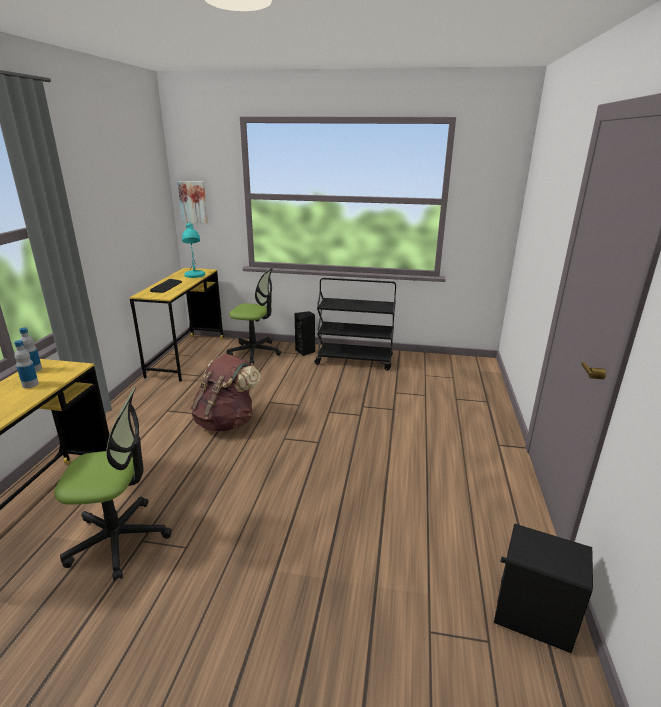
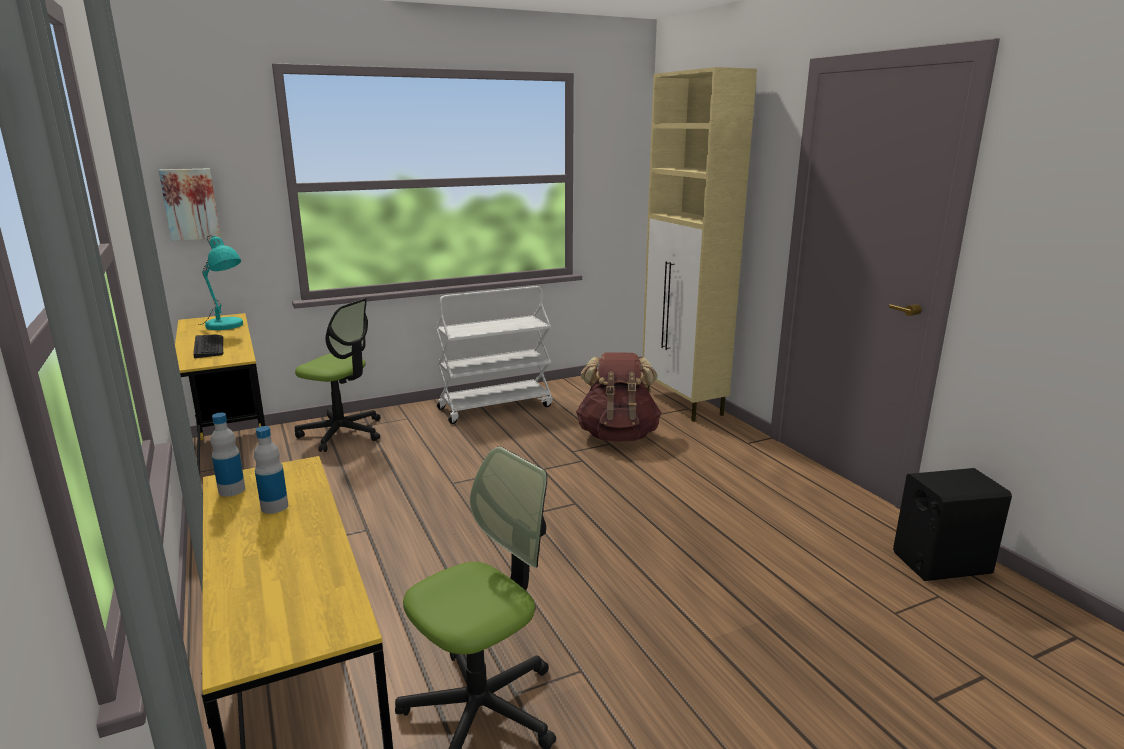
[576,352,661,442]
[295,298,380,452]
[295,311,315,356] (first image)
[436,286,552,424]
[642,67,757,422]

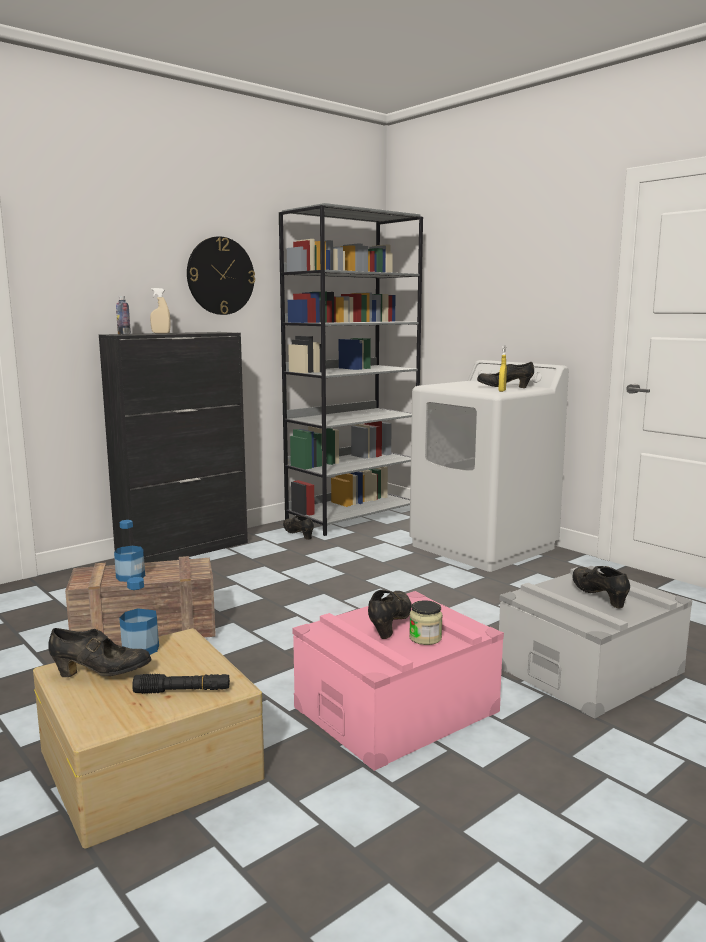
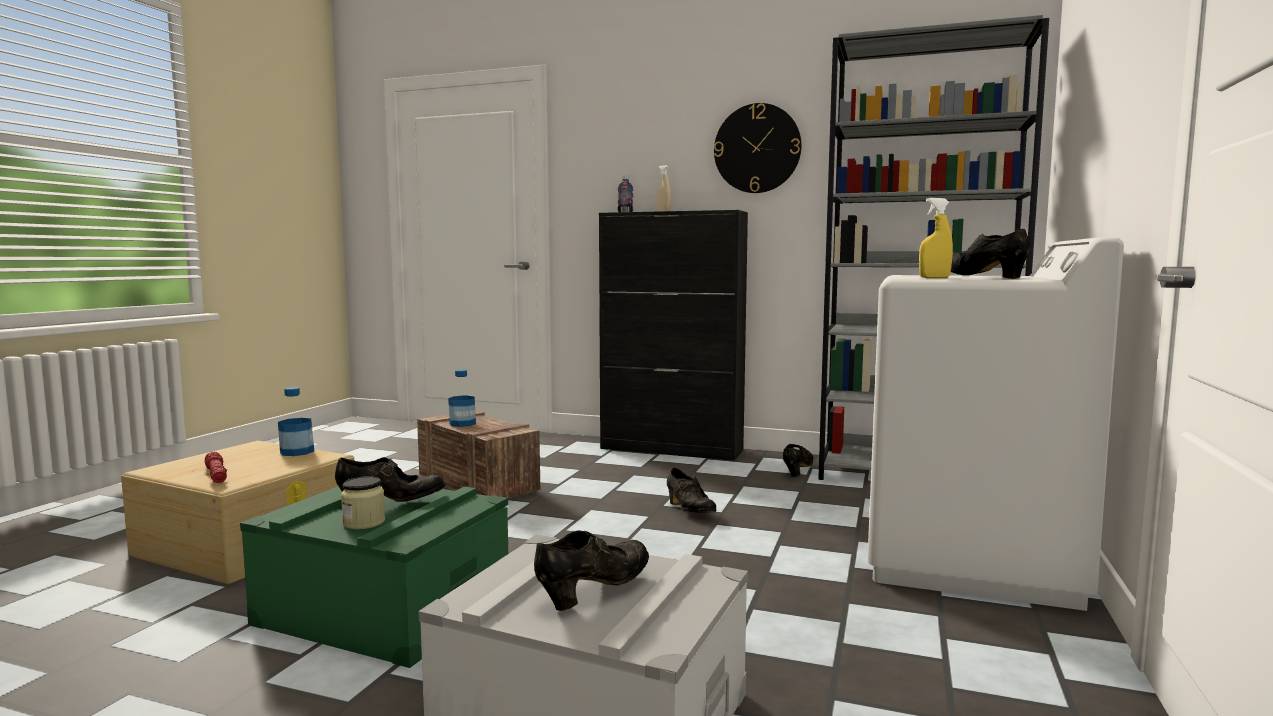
[667,468,716,513]
[204,452,227,483]
[240,486,508,668]

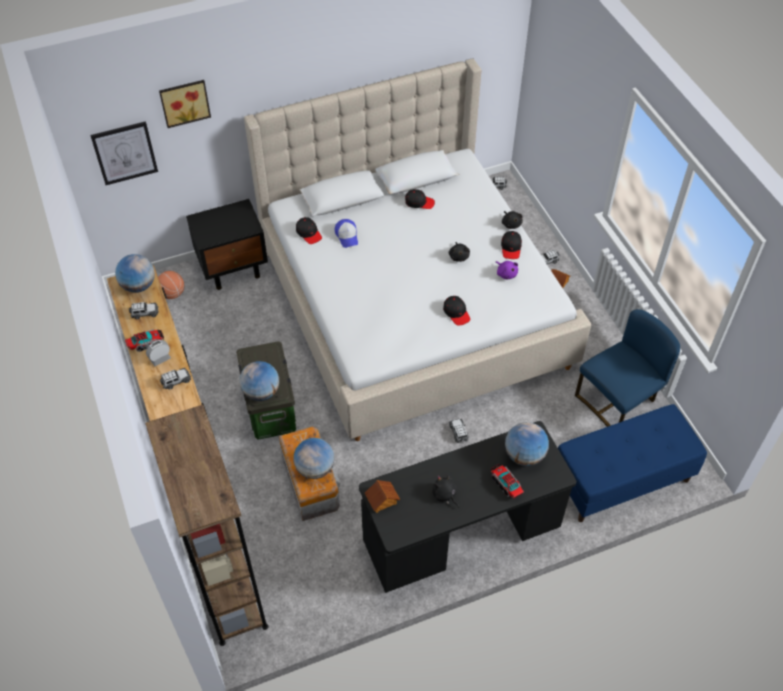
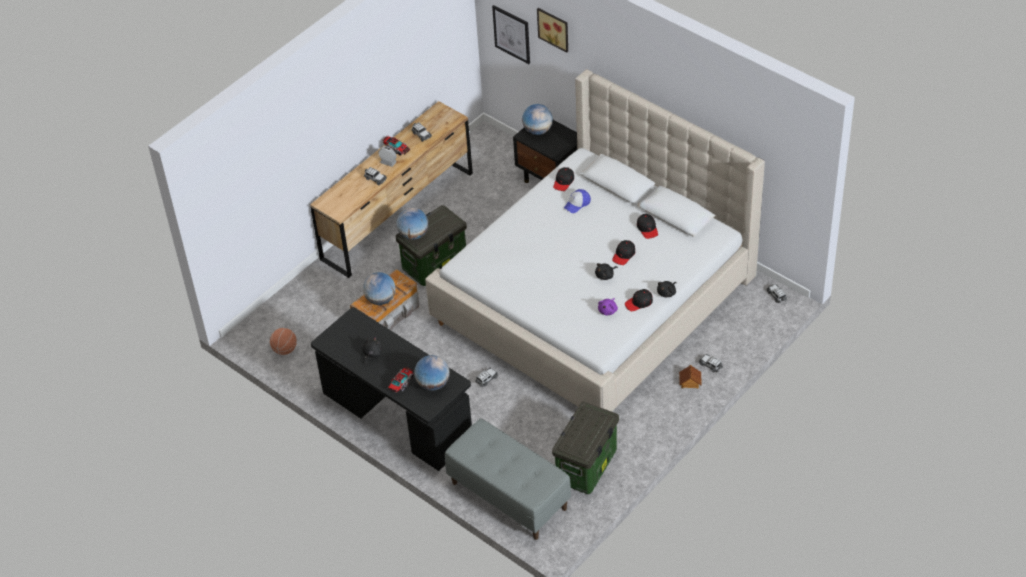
[522,104,553,135]
[145,405,268,646] (first image)
[270,328,297,355]
[365,480,400,513] (first image)
[612,240,635,265]
[445,419,571,540]
[552,402,619,494]

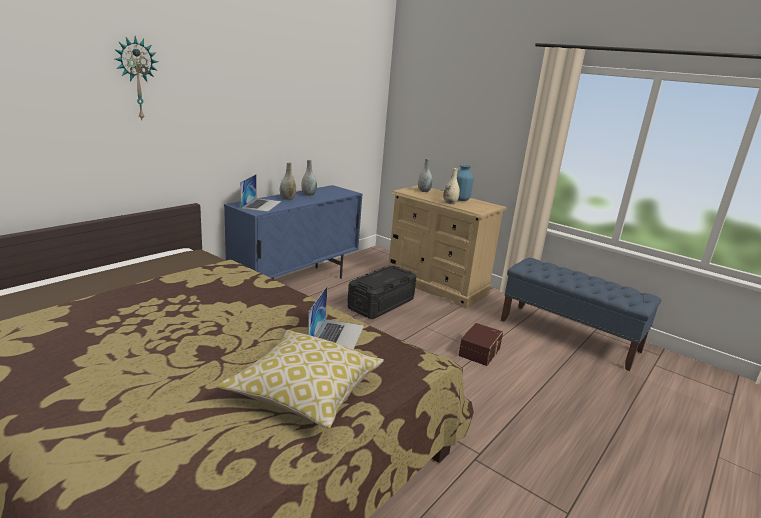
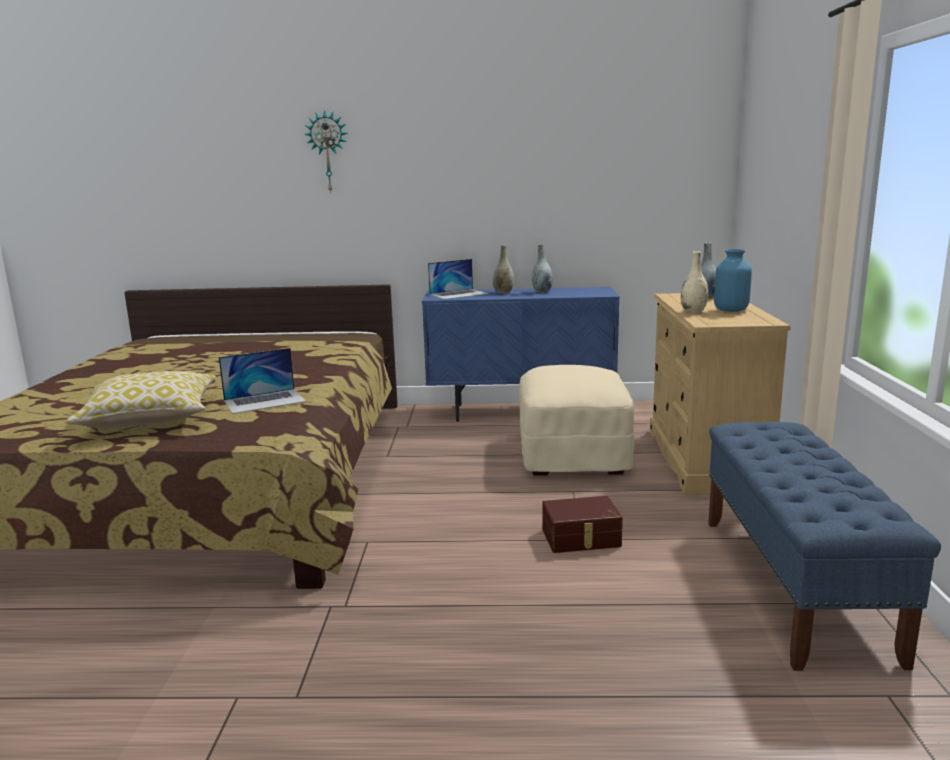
[519,365,635,476]

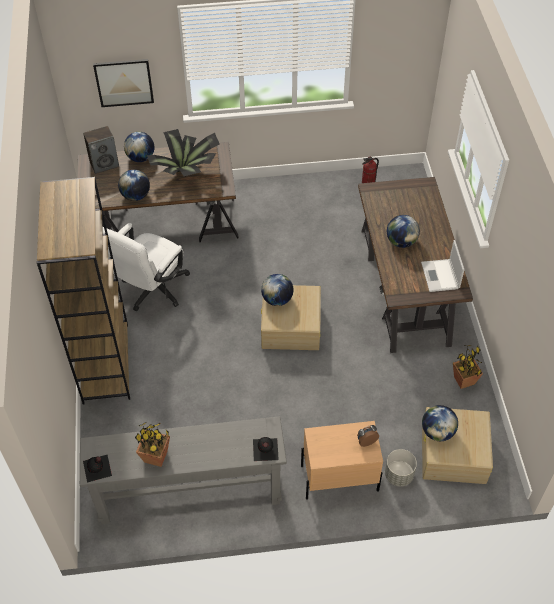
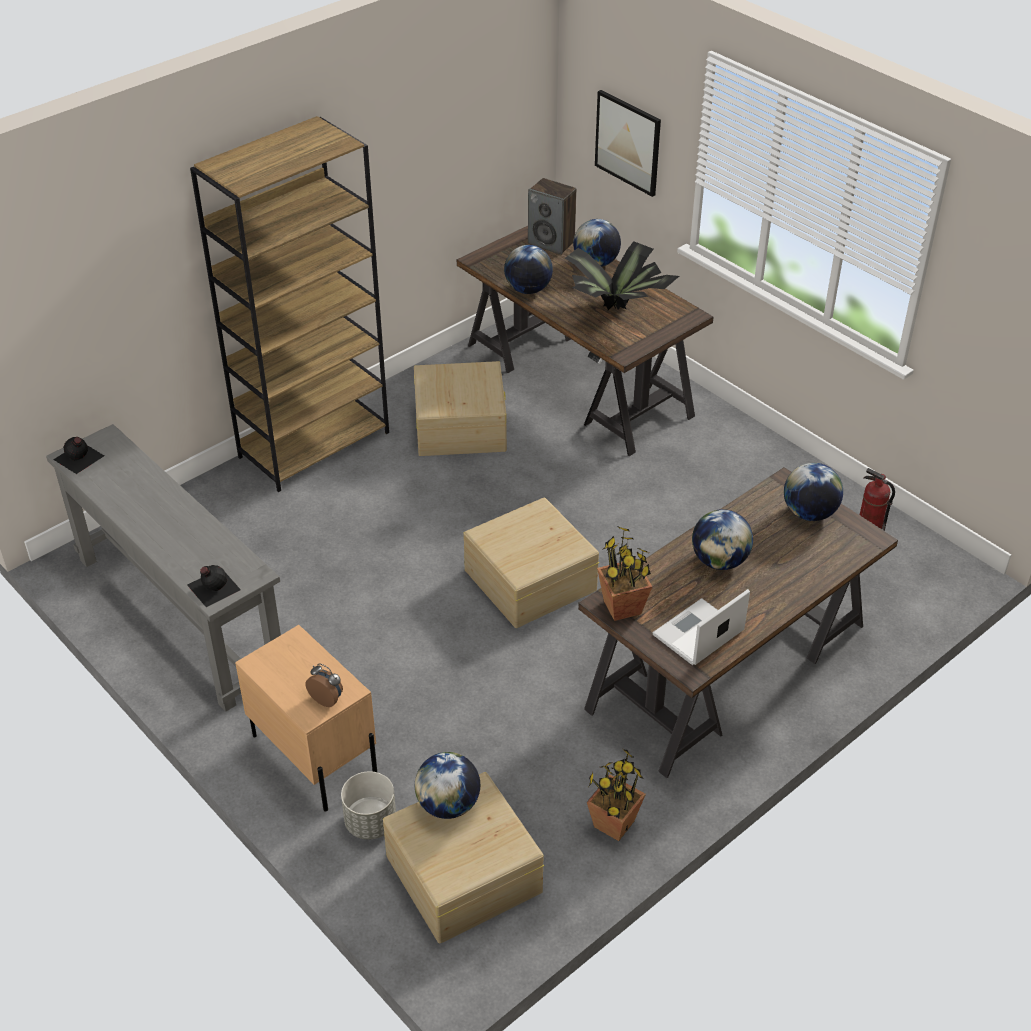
[414,361,507,456]
[597,526,652,621]
[784,463,843,521]

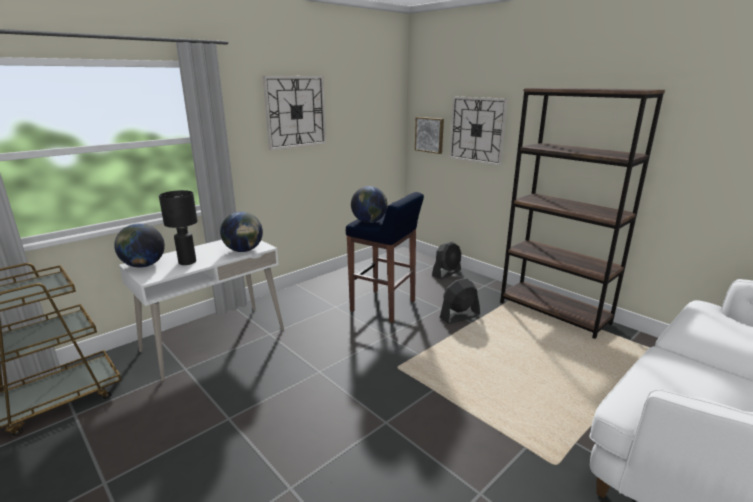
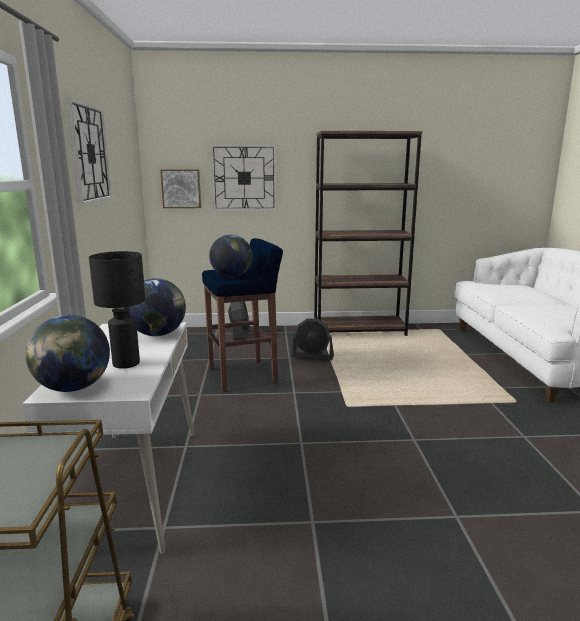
[291,318,334,361]

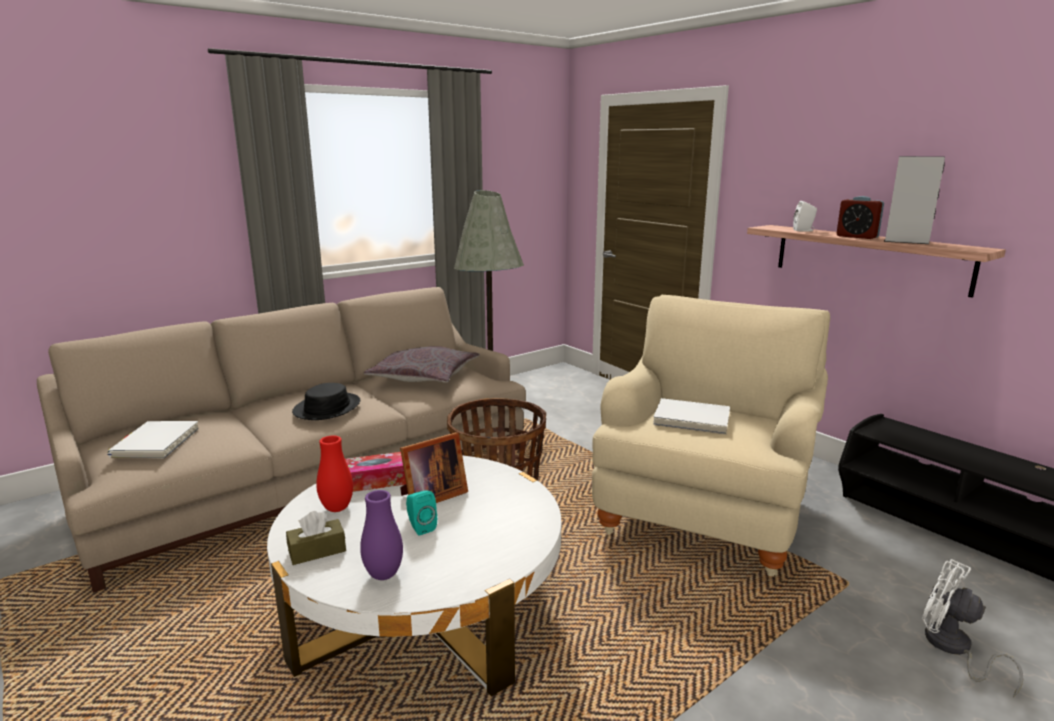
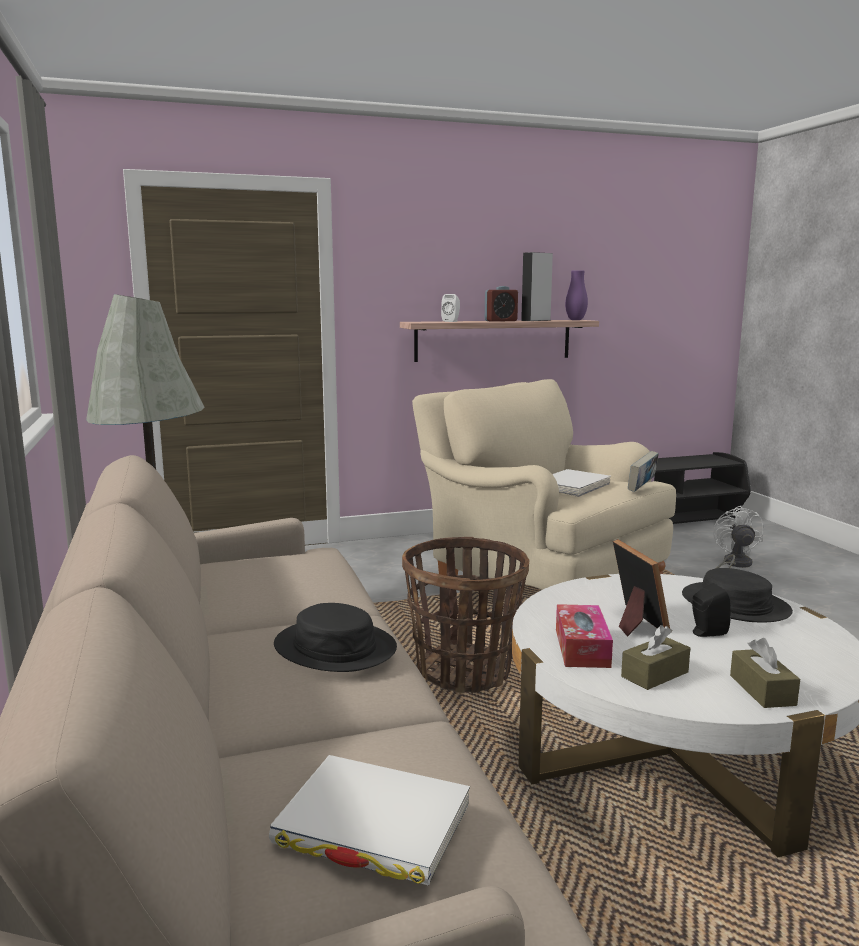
[621,625,690,690]
[565,270,588,320]
[364,346,480,383] (first image)
[692,583,731,637]
[713,506,764,569]
[628,451,659,492]
[682,568,793,622]

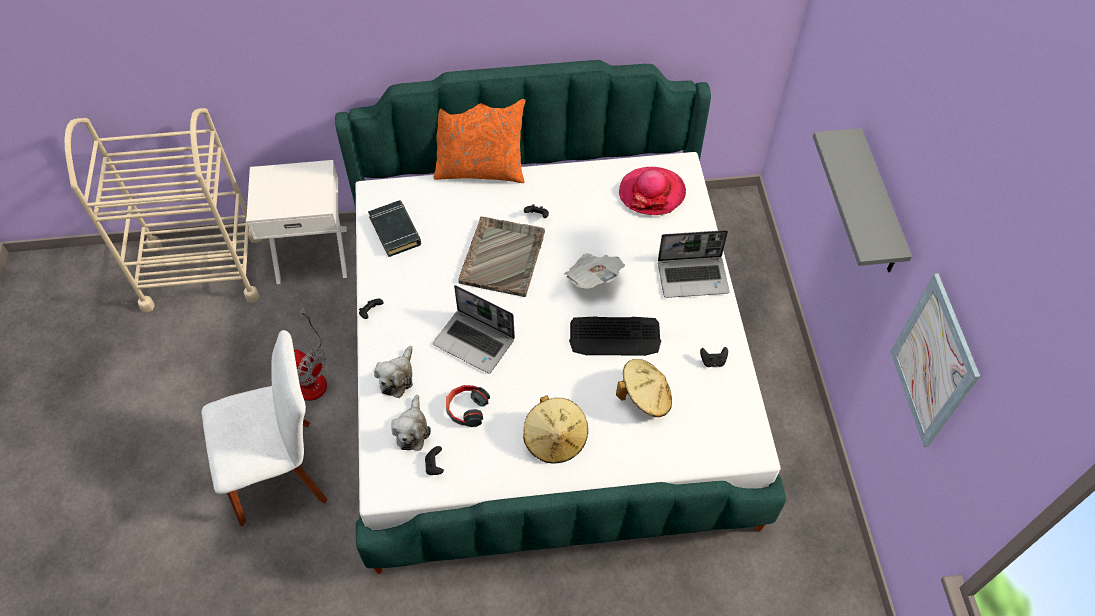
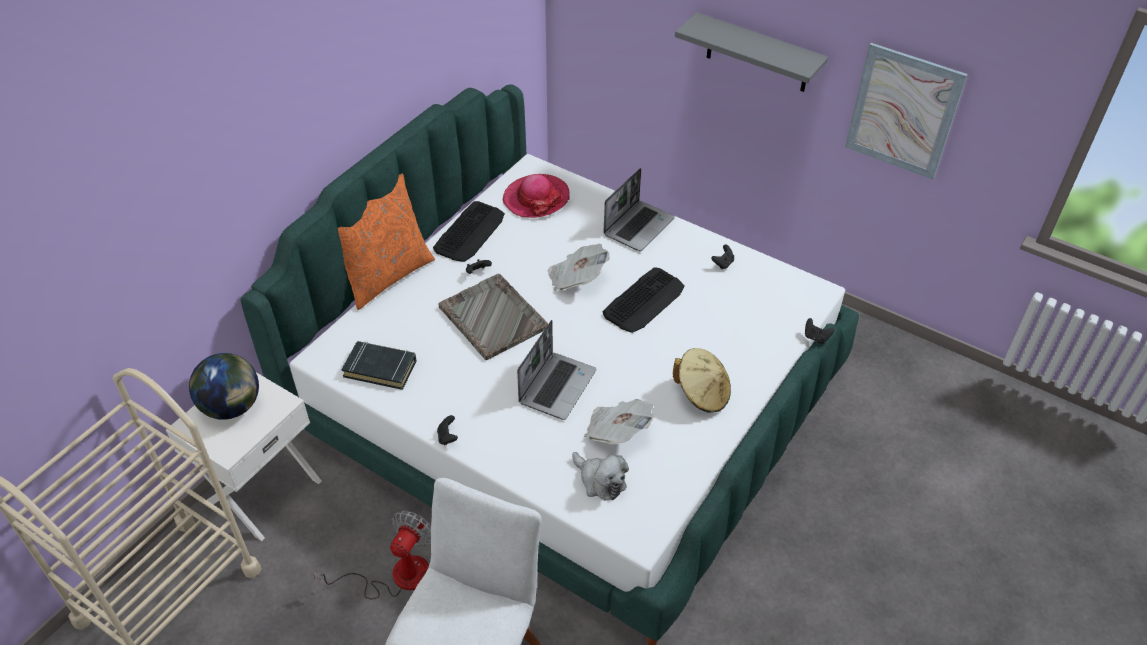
[313,511,431,599]
[374,346,413,398] (first image)
[805,318,834,344]
[517,320,596,420]
[584,399,654,444]
[616,359,672,417] (first image)
[189,353,259,420]
[433,201,505,262]

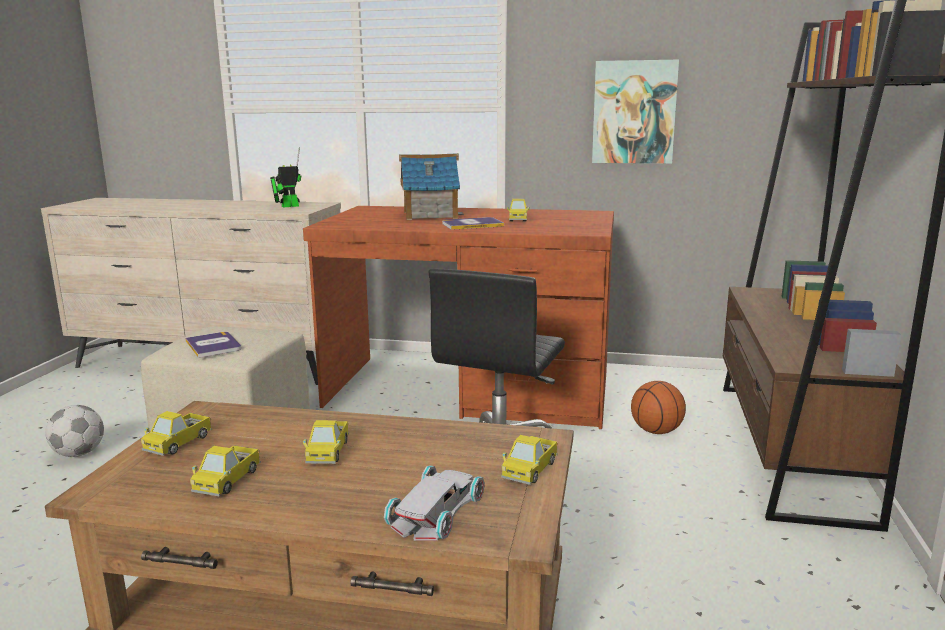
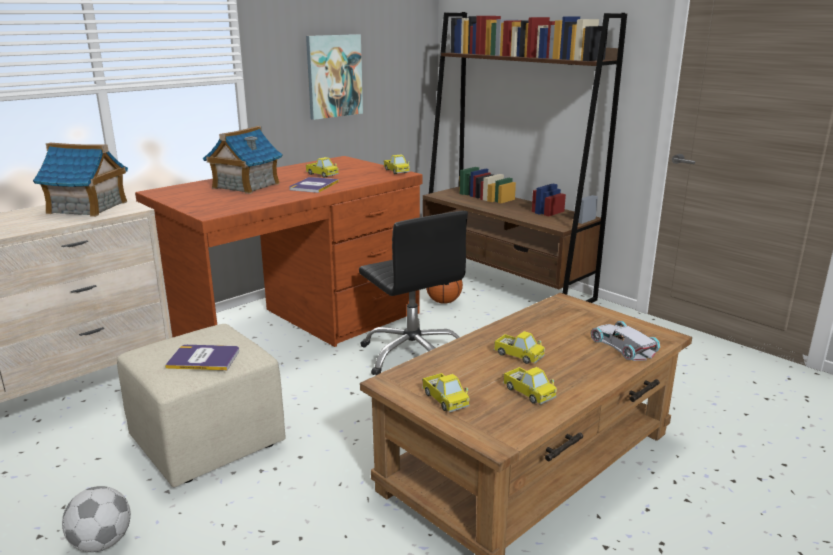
[33,143,128,217]
[384,155,410,174]

